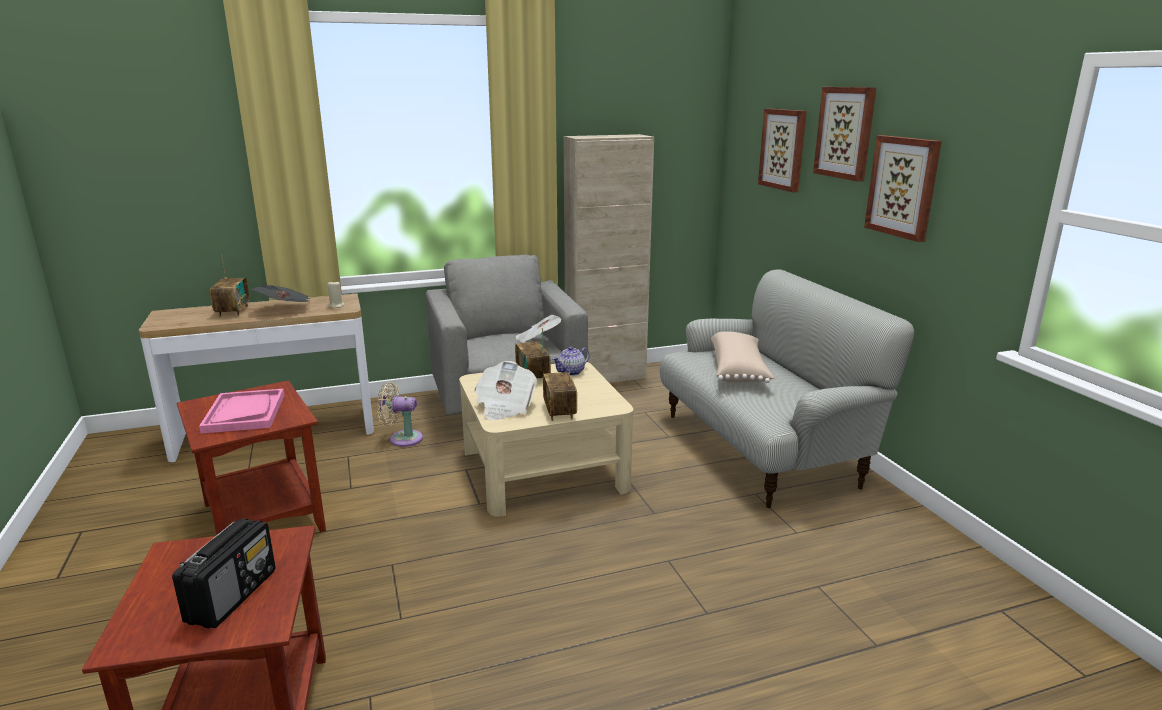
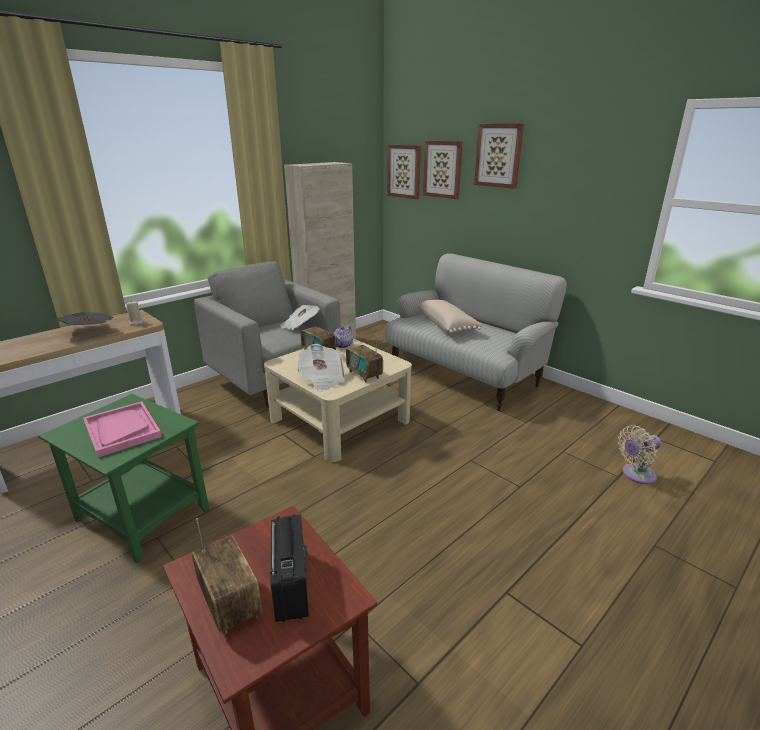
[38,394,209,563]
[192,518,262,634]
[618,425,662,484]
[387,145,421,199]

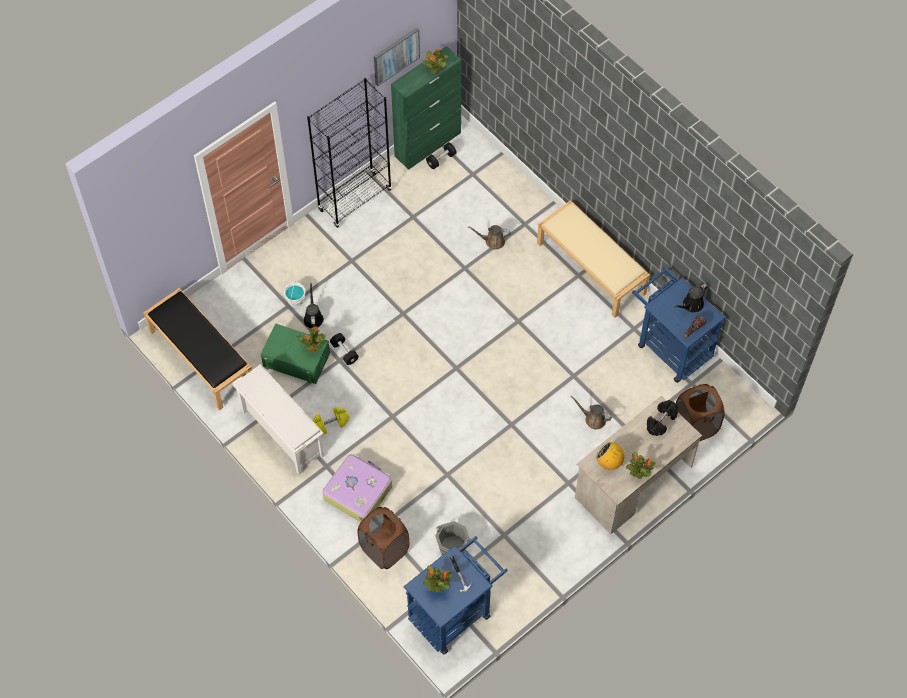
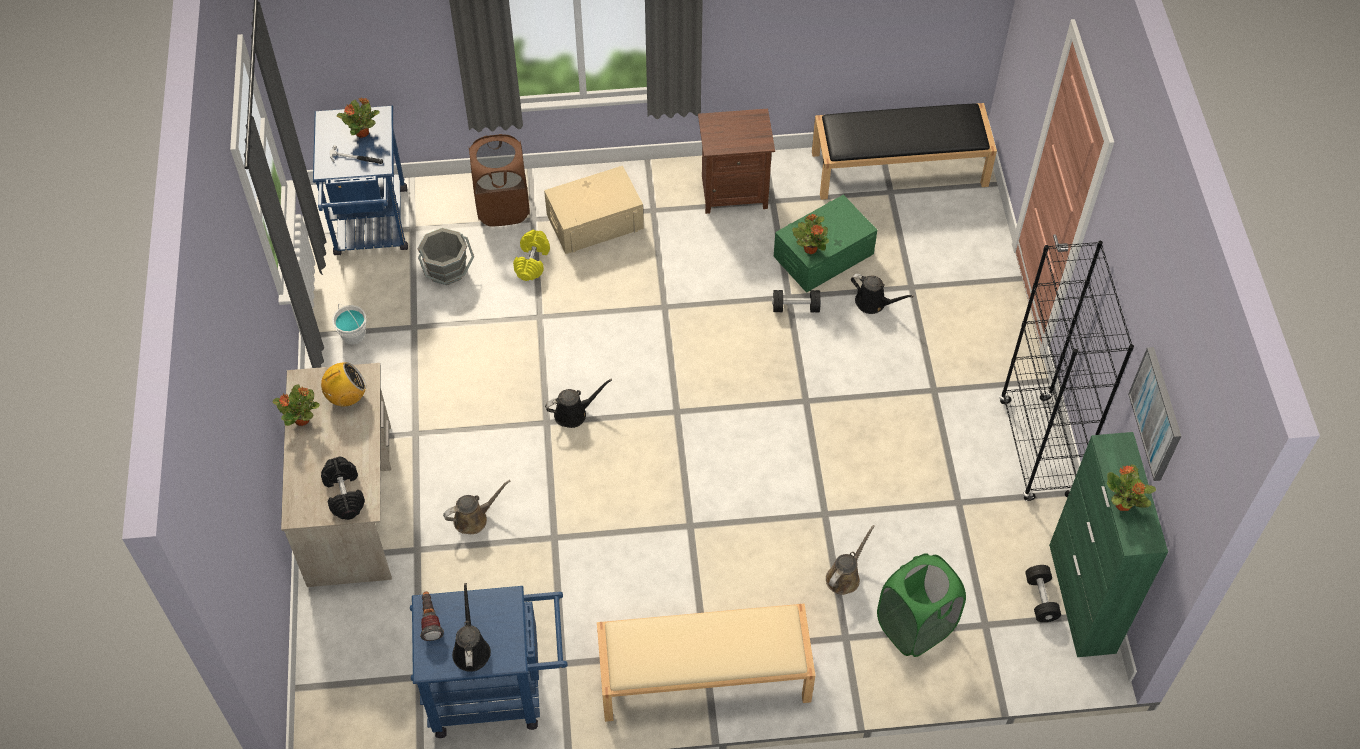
[698,109,775,214]
[332,304,366,345]
[513,230,550,281]
[544,166,644,254]
[676,384,725,442] (first image)
[545,379,612,428]
[877,553,966,657]

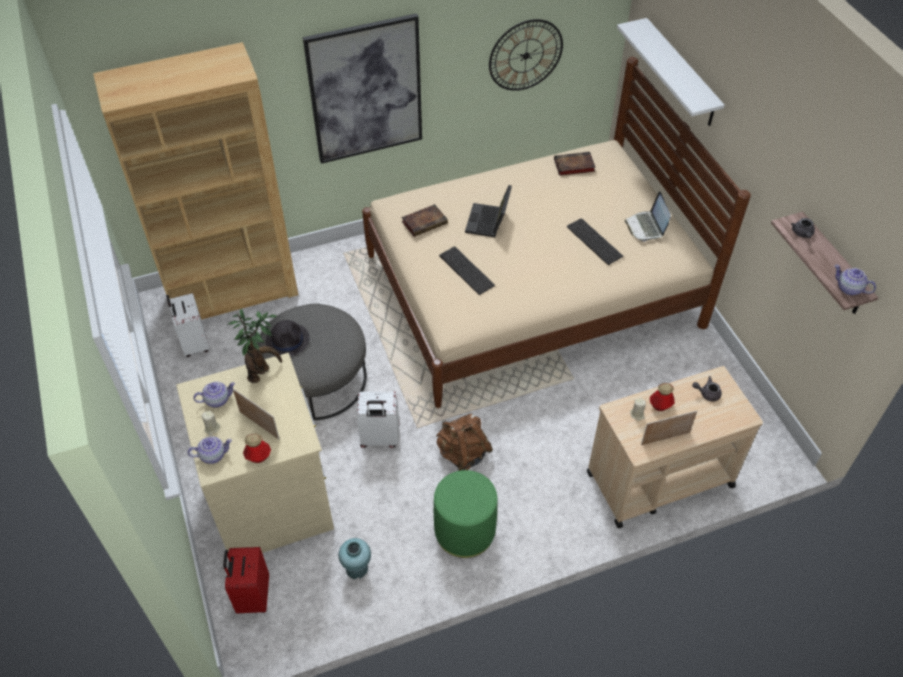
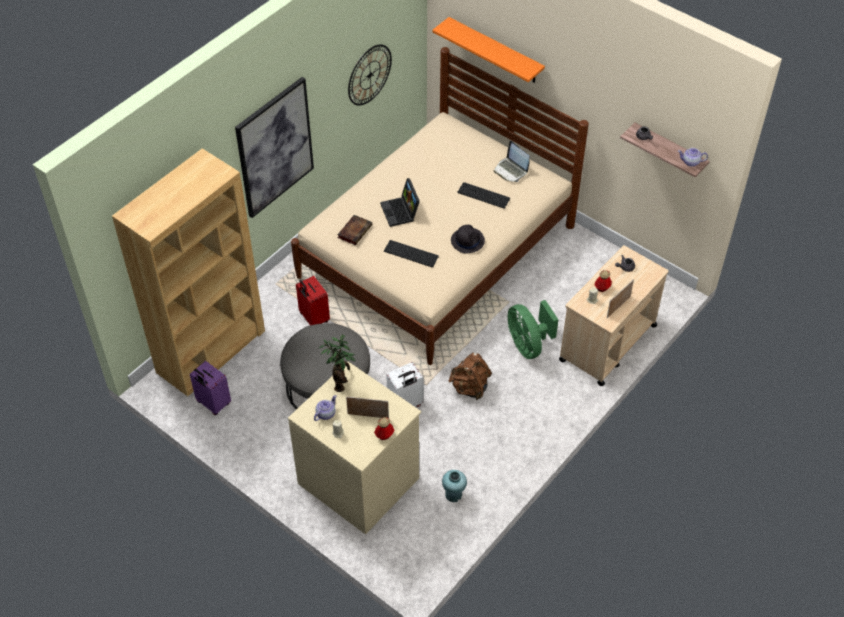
[190,361,231,415]
[188,436,232,464] (first image)
[296,276,330,326]
[451,225,485,253]
[434,470,498,558] (first image)
[554,152,596,176] (first image)
[432,17,545,83]
[508,300,558,359]

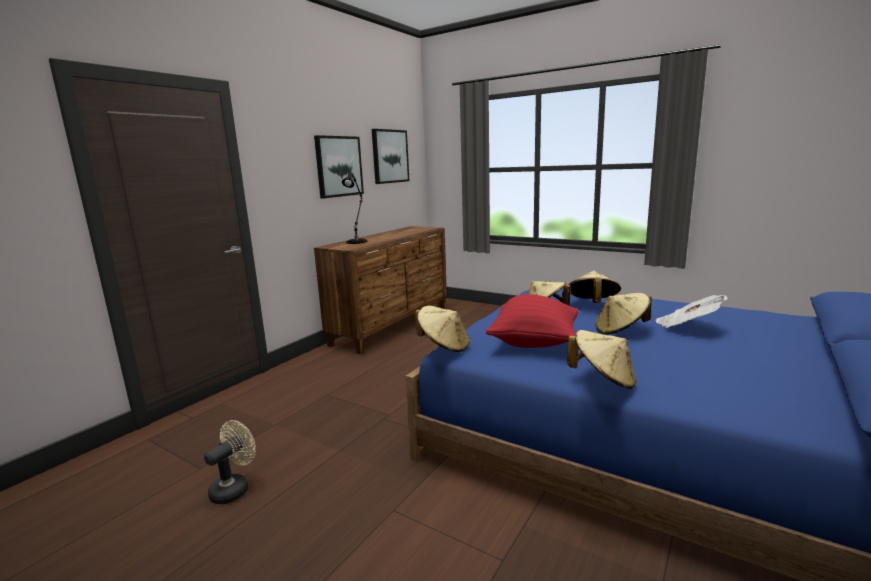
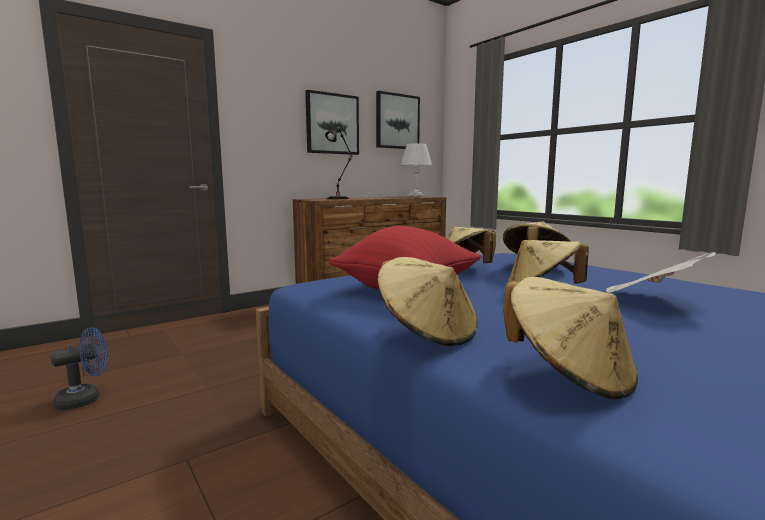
[50,327,108,410]
[503,277,638,400]
[400,143,432,197]

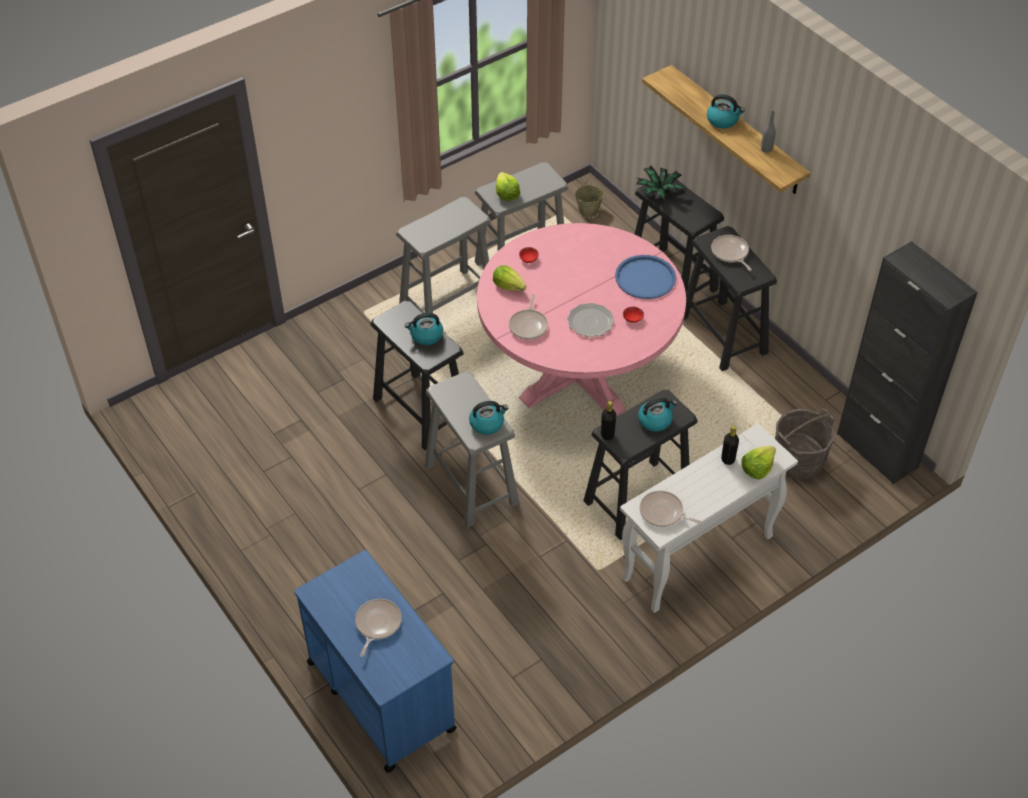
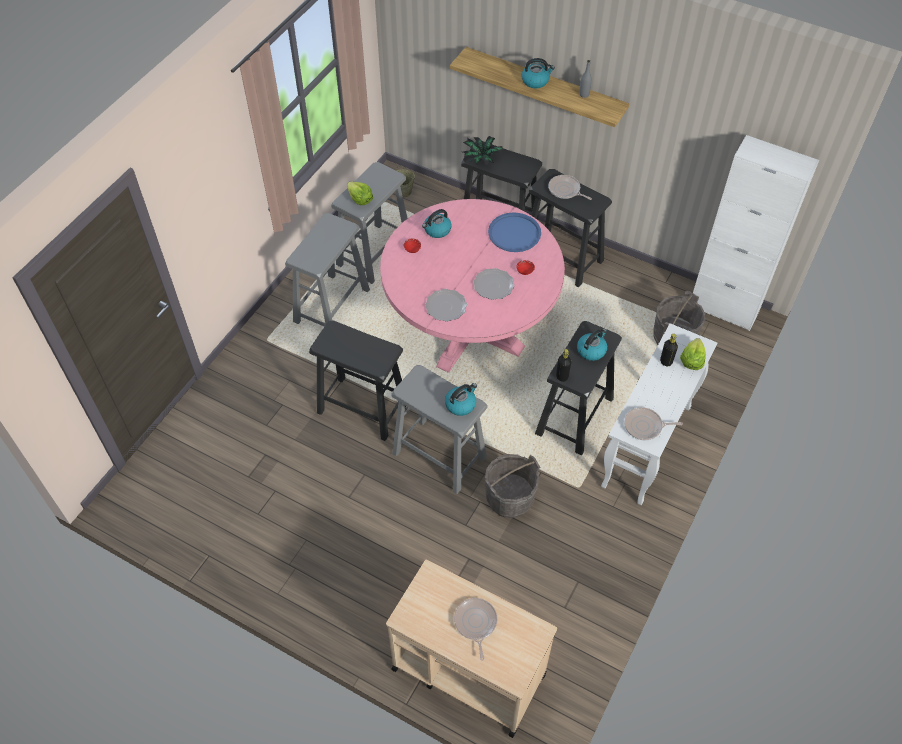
[386,560,557,738]
[422,209,452,238]
[493,266,526,291] (first image)
[425,289,467,322]
[693,135,819,331]
[485,454,540,518]

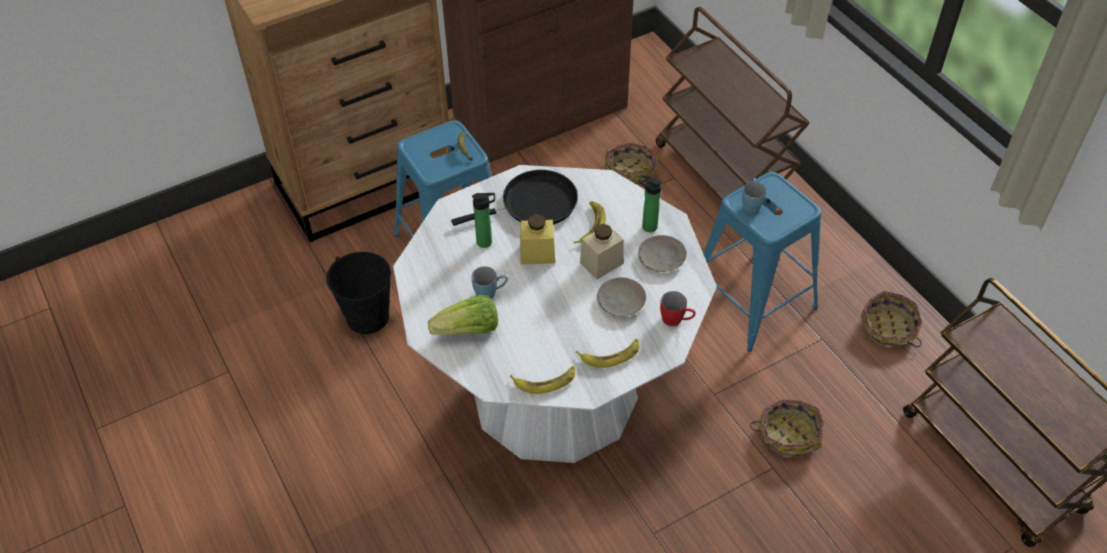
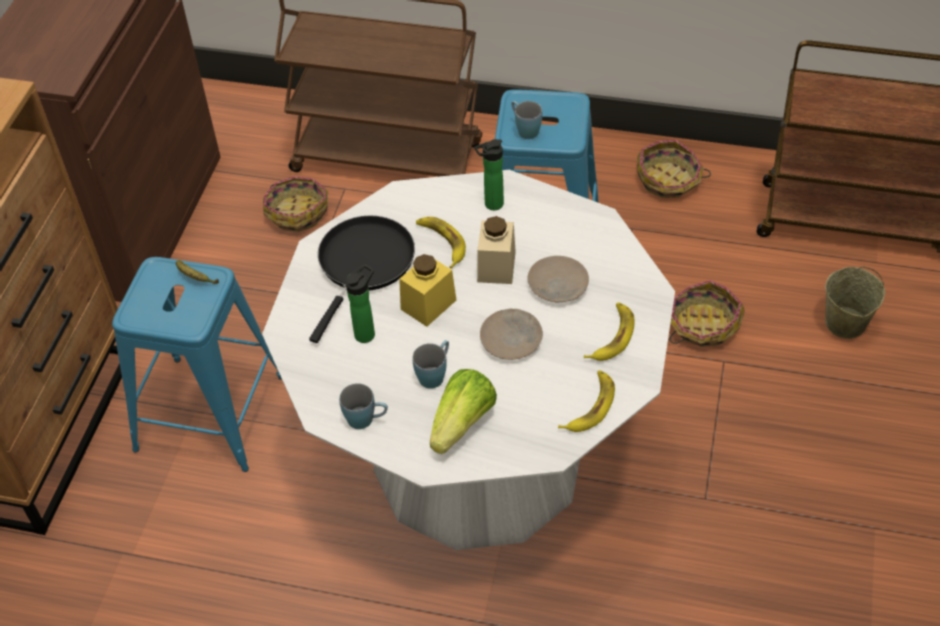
[326,252,391,334] (first image)
[480,309,543,360]
[660,291,696,326] (first image)
[339,383,388,429]
[825,267,885,339]

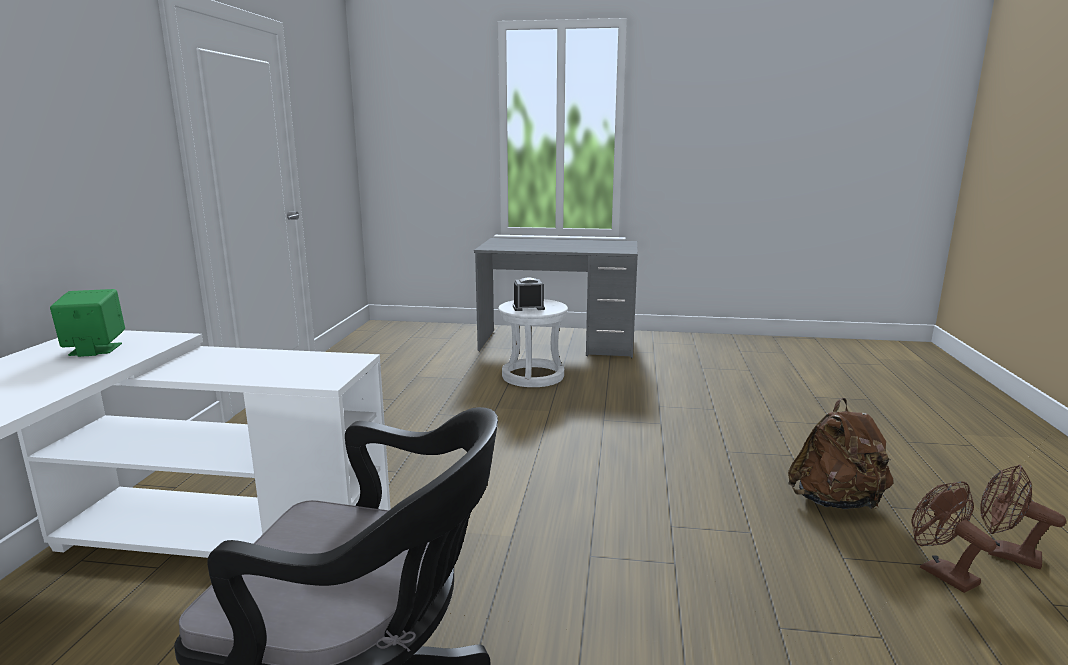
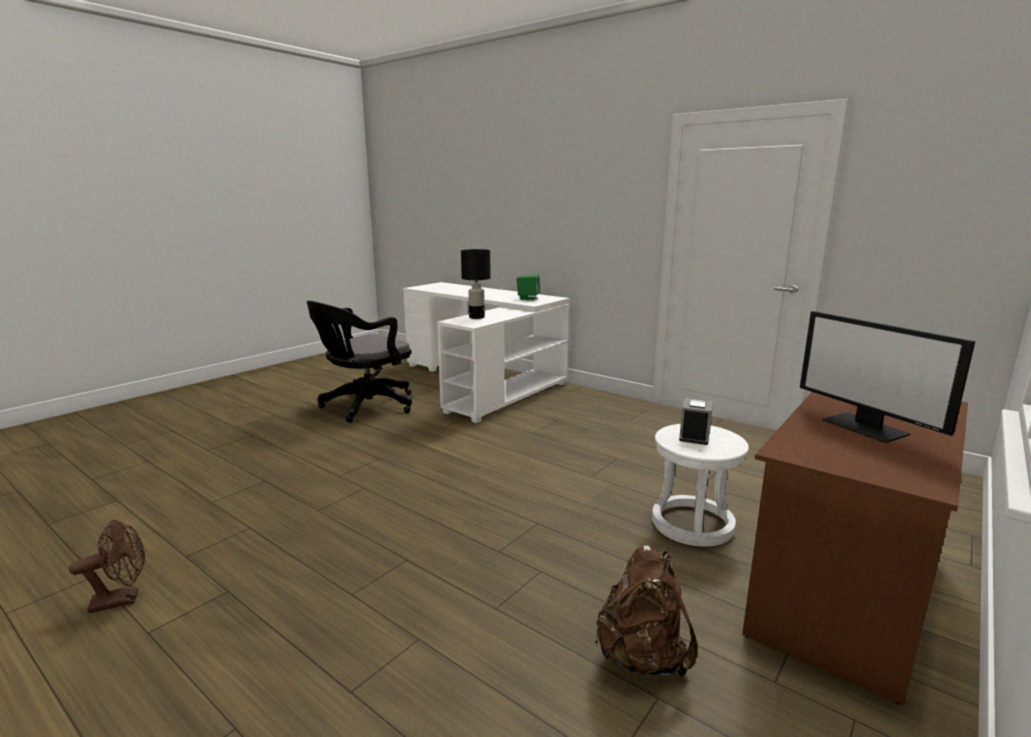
[742,392,968,705]
[595,546,698,678]
[912,481,996,593] (first image)
[461,249,491,319]
[800,311,975,443]

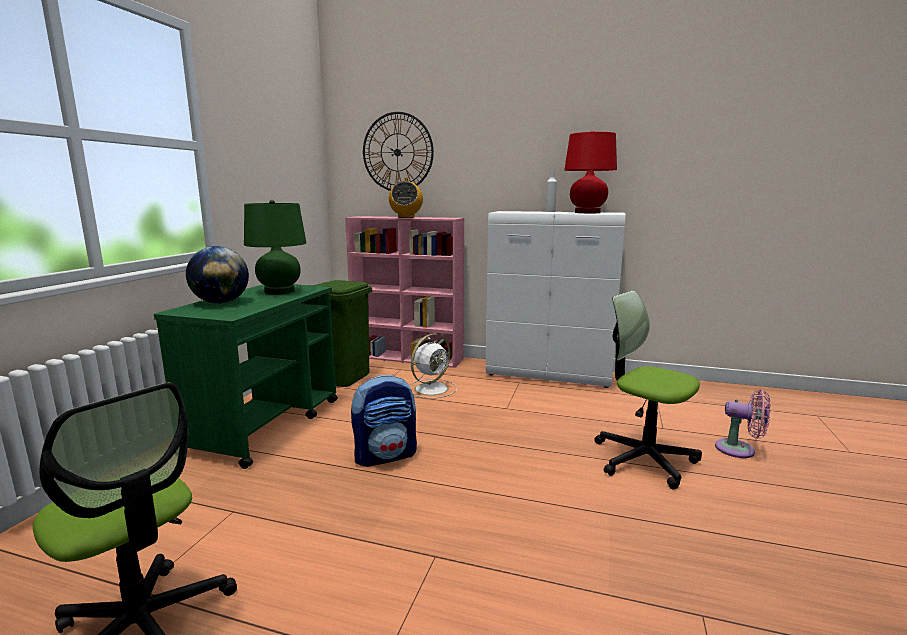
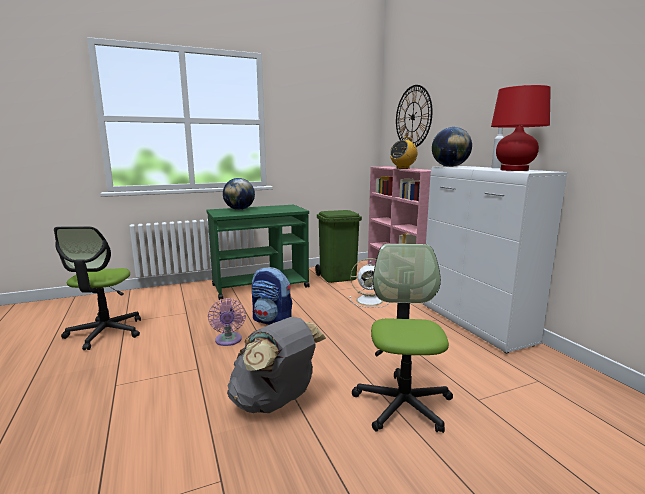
[244,200,306,295] (first image)
[208,298,246,346]
[227,317,326,413]
[432,127,472,167]

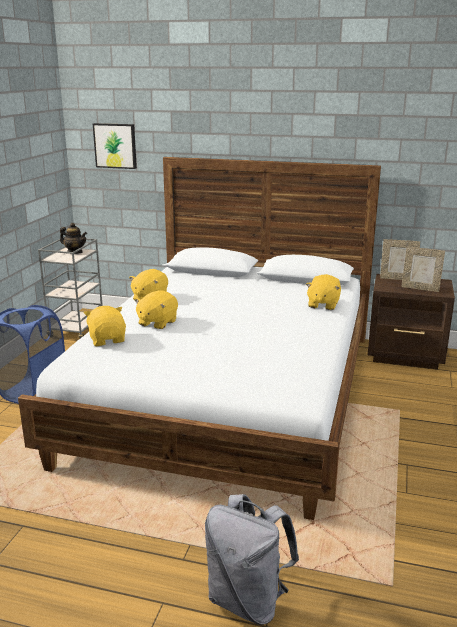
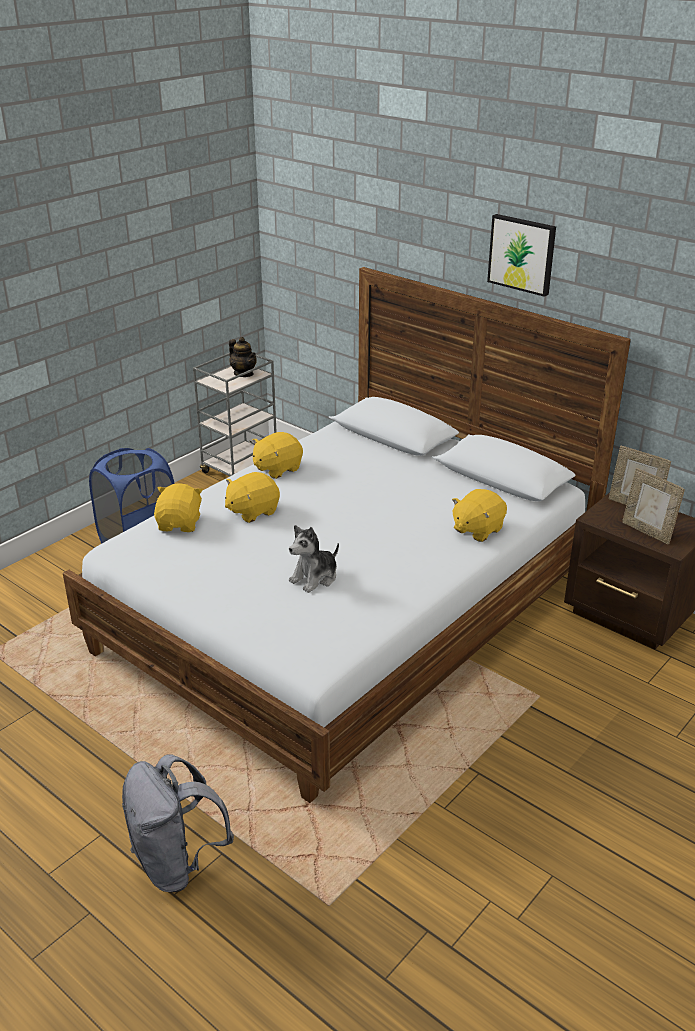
[487,214,556,297]
[289,525,339,593]

